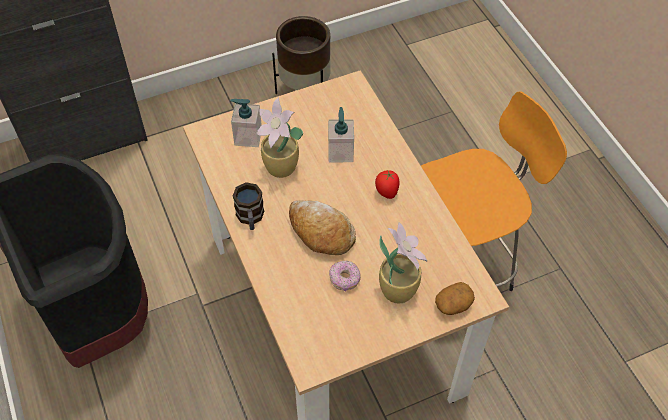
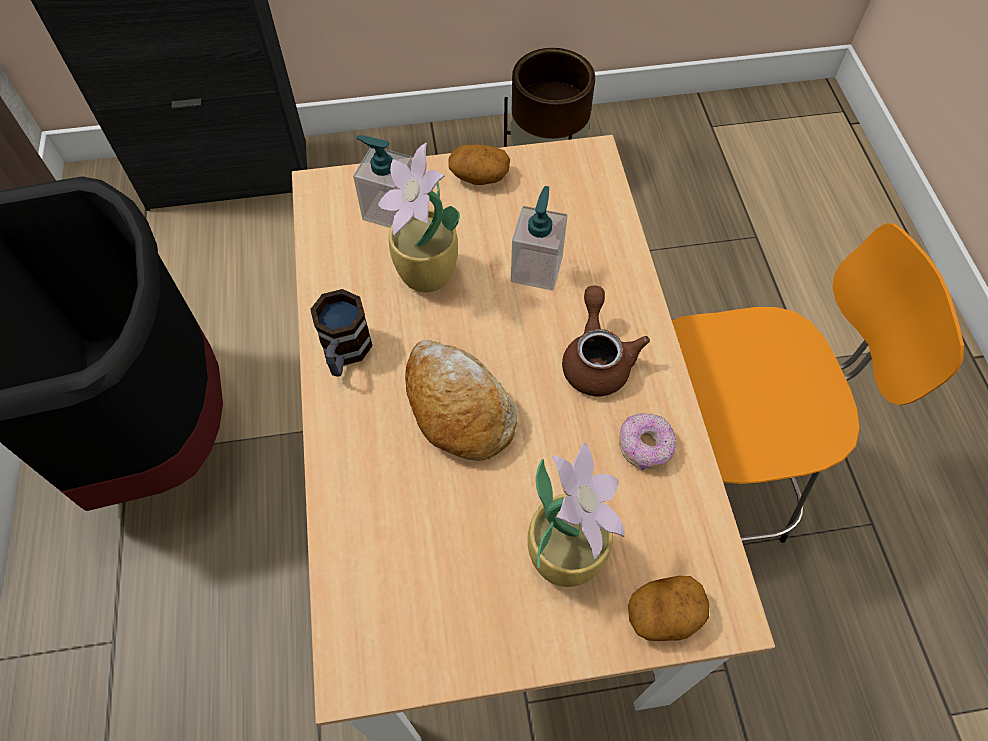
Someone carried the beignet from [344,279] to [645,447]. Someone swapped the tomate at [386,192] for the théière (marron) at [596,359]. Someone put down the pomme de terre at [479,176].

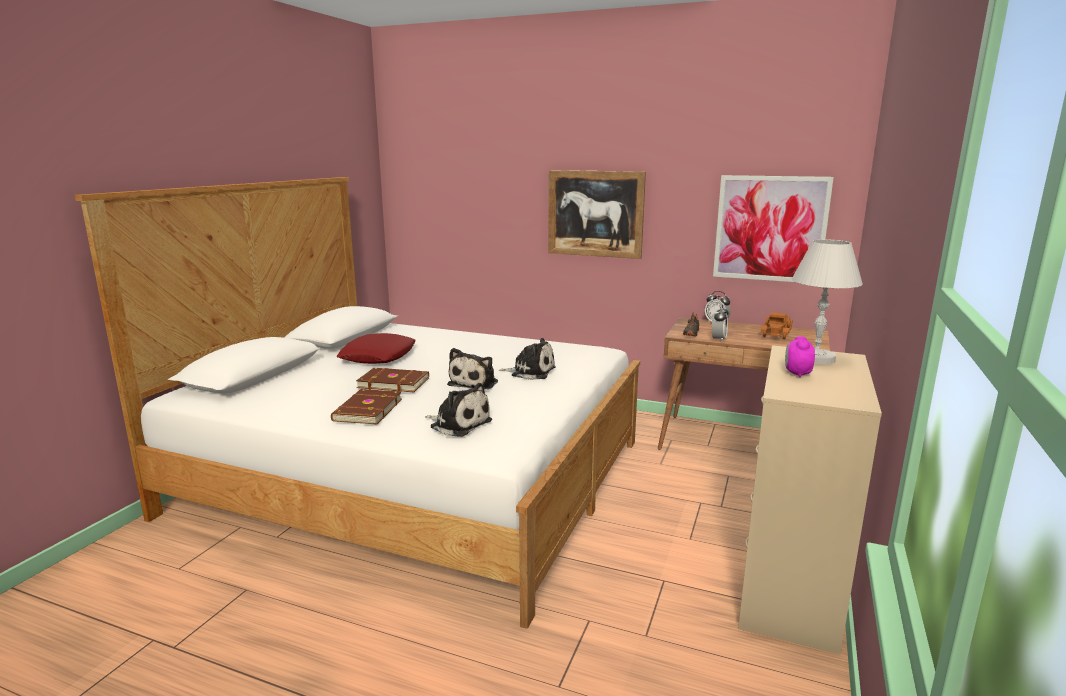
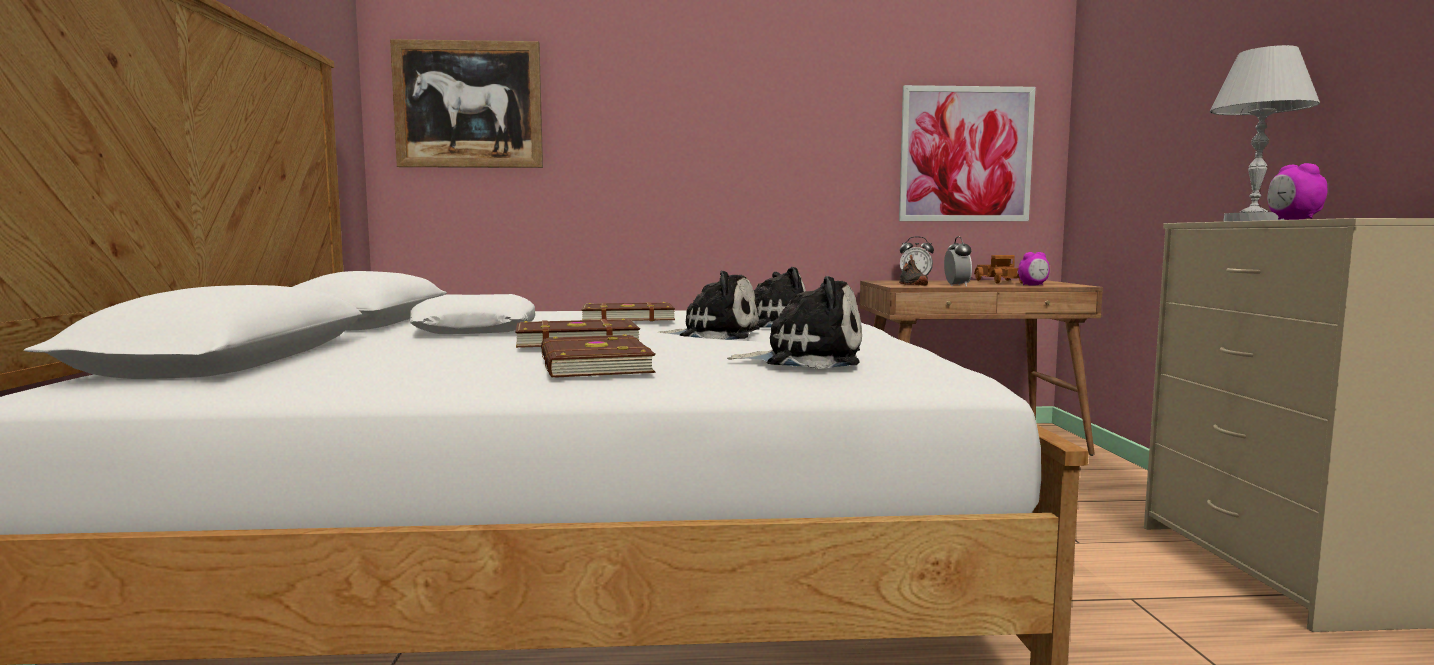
Someone repainted the coussin (rouge) at [378,356], which became the coussin (blanc) at [475,329]. Someone rotated the peluche at [475,383] by 75 degrees counterclockwise. Someone carried the tableau from [595,214] to [468,105]. Someone put down the livre (marron) at [627,317]. Someone put down the réveil at [1033,285].

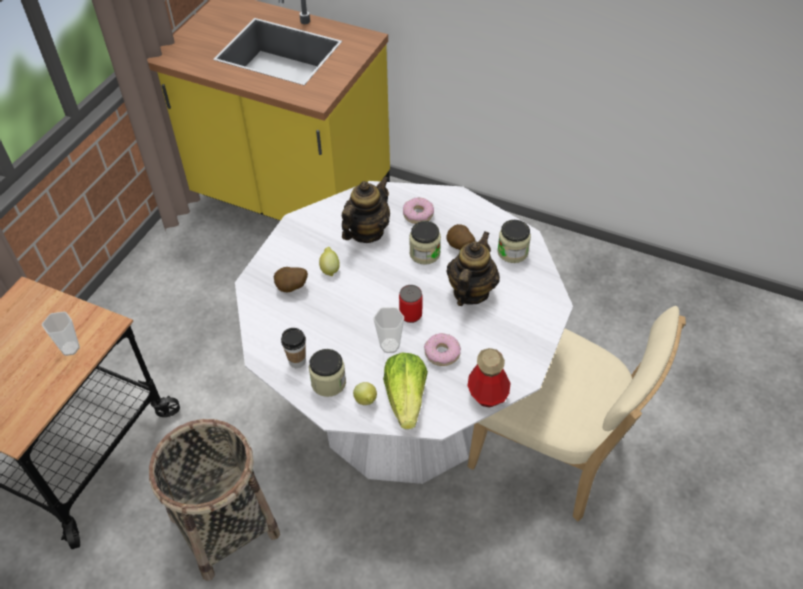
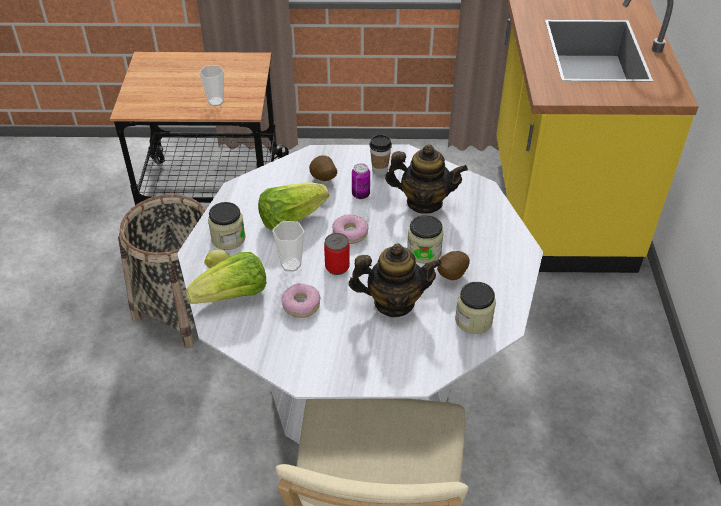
Someone carried the tasse from [297,361] to [380,170]. Someone swapped the citron at [330,269] for the boîte métallique at [360,194]. Someone carried the beignet from [418,214] to [350,233]. Someone took away the bouteille at [487,394]. Someone put down the laitue at [291,219].

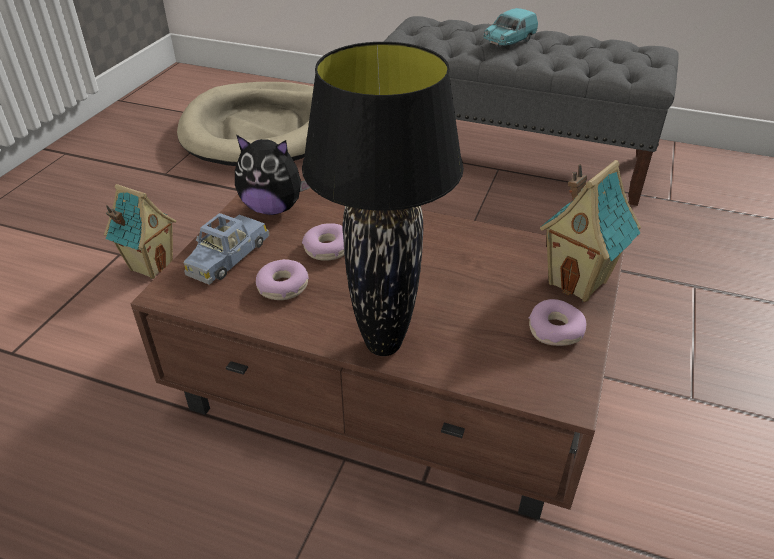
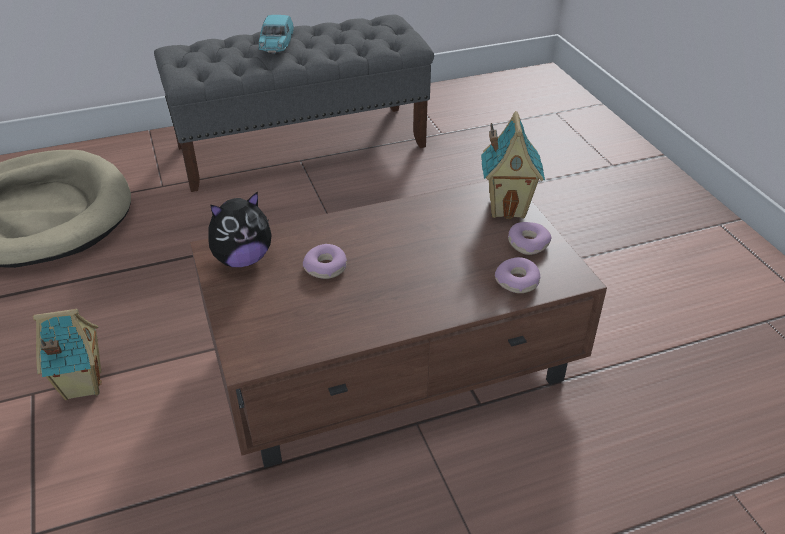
Someone took away the petite voiture (bleu) at [228,257]. Someone carried the beignet from [283,287] to [517,281]. Someone took away the lampe de table (noir) at [383,345].

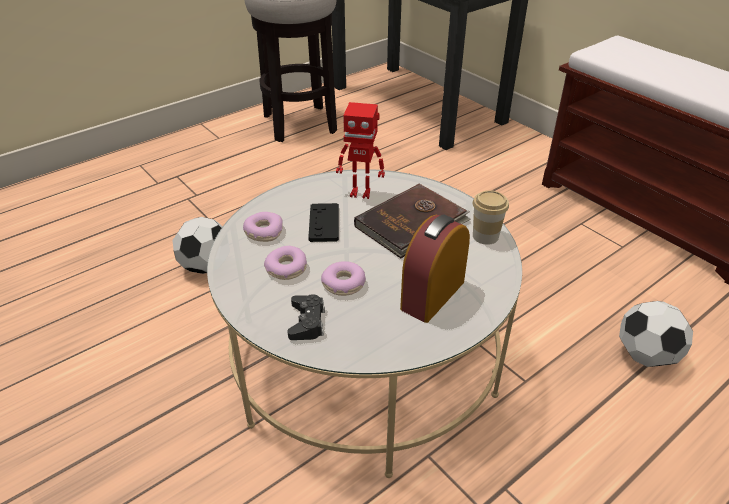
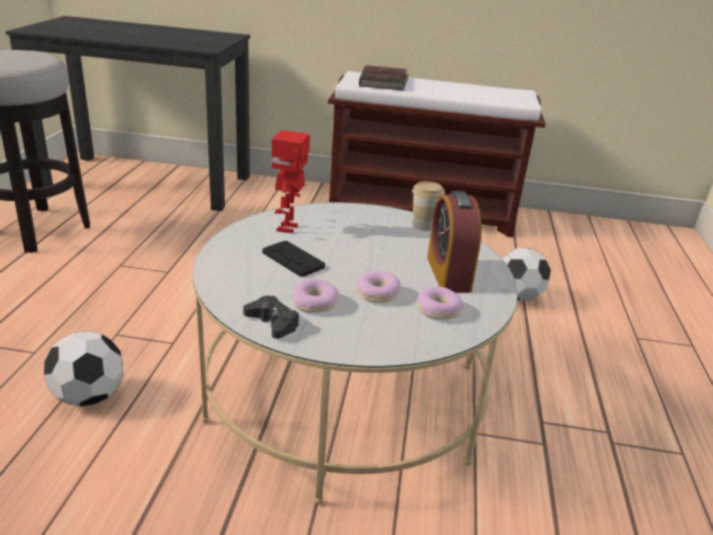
Someone carried the beignet from [263,232] to [438,310]. Someone carried the manette (noir) from [307,322] to [273,323]. Someone rotated the robot jouet at [361,193] by 135 degrees clockwise. Someone carried the livre (marron) from [412,224] to [384,81].

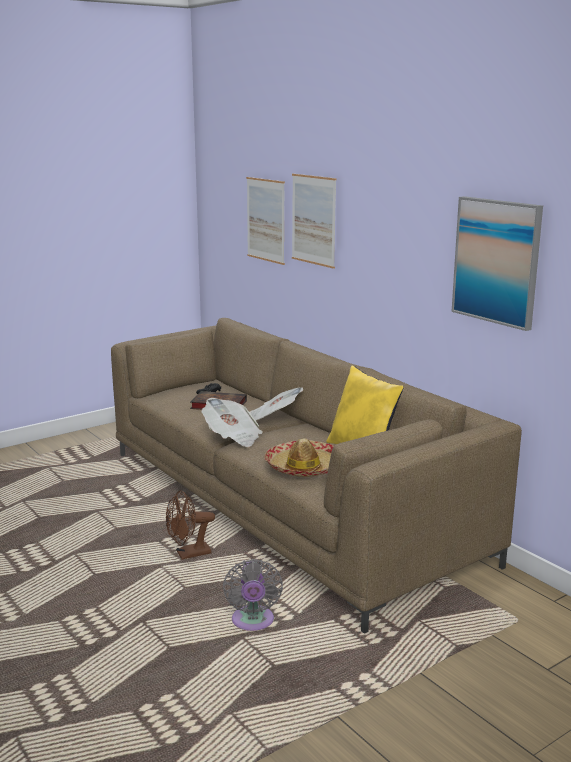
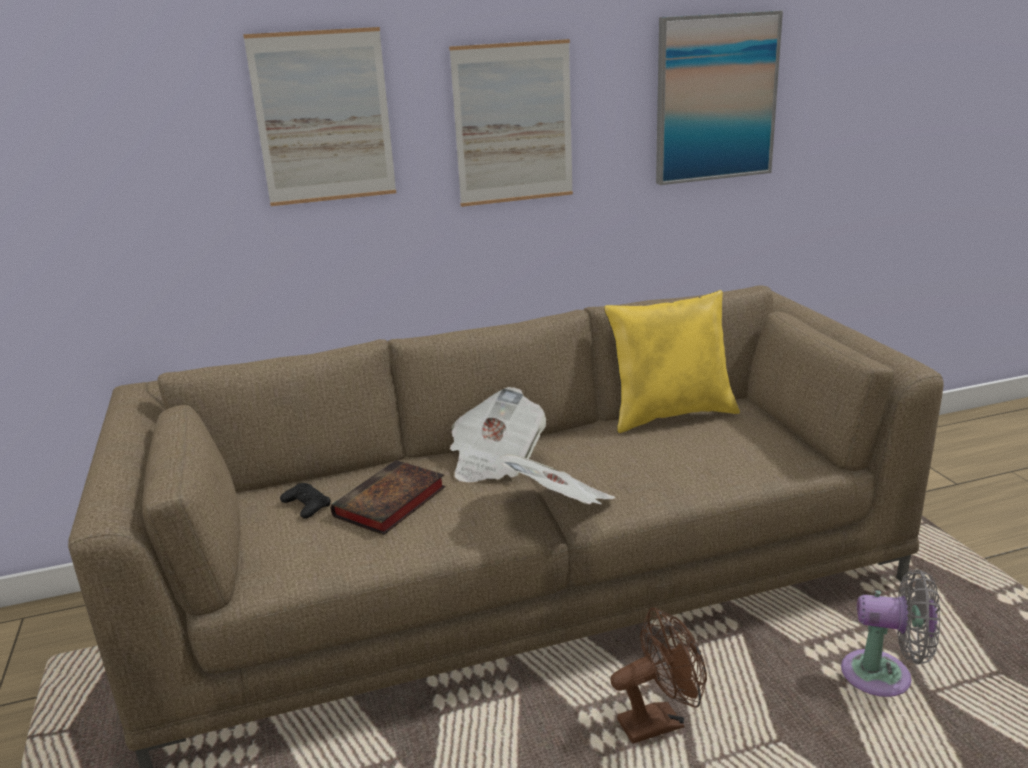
Someone rotated the ventilateur (marron) at [188,554] by 105 degrees counterclockwise. Someone carried the tableau from [265,220] to [513,124]. Someone took away the chapeau at [304,467].

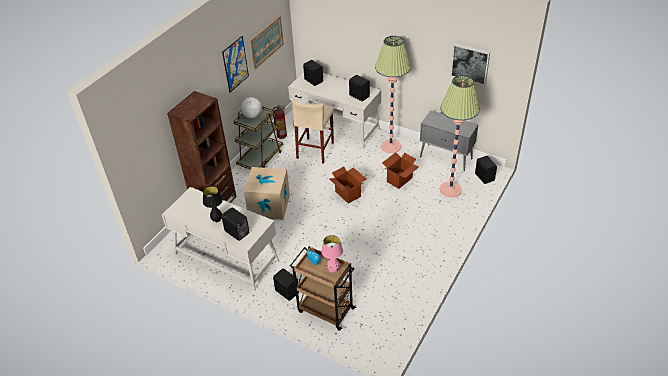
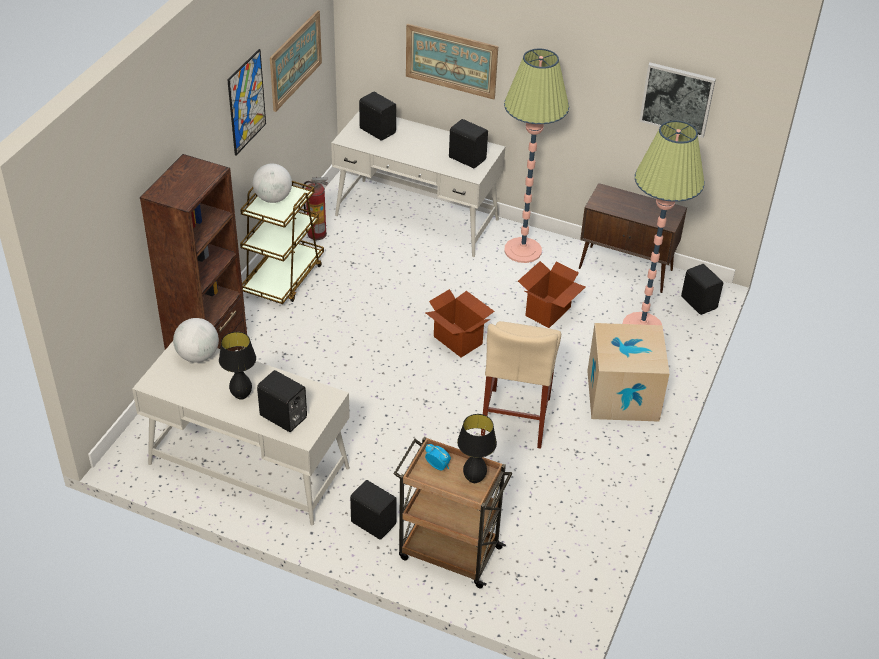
Someone carried the carton from [269,205] to [622,395]. Someone carried the tabouret (beige) from [315,150] to [516,417]. Someone repainted the lampe de table (rose) at [333,270], which became the lampe de table (noir) at [474,479]. Someone repainted the meuble de rangement (gris) at [446,158], which became the meuble de rangement (marron) at [626,269]. Someone put down the globe at [198,356]. Someone put up the tableau at [451,61].

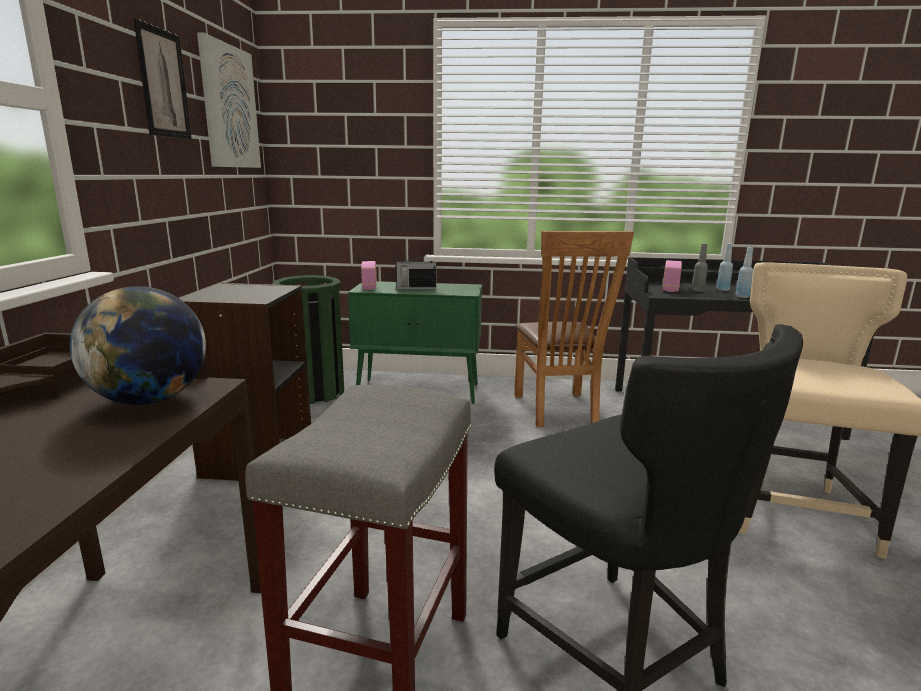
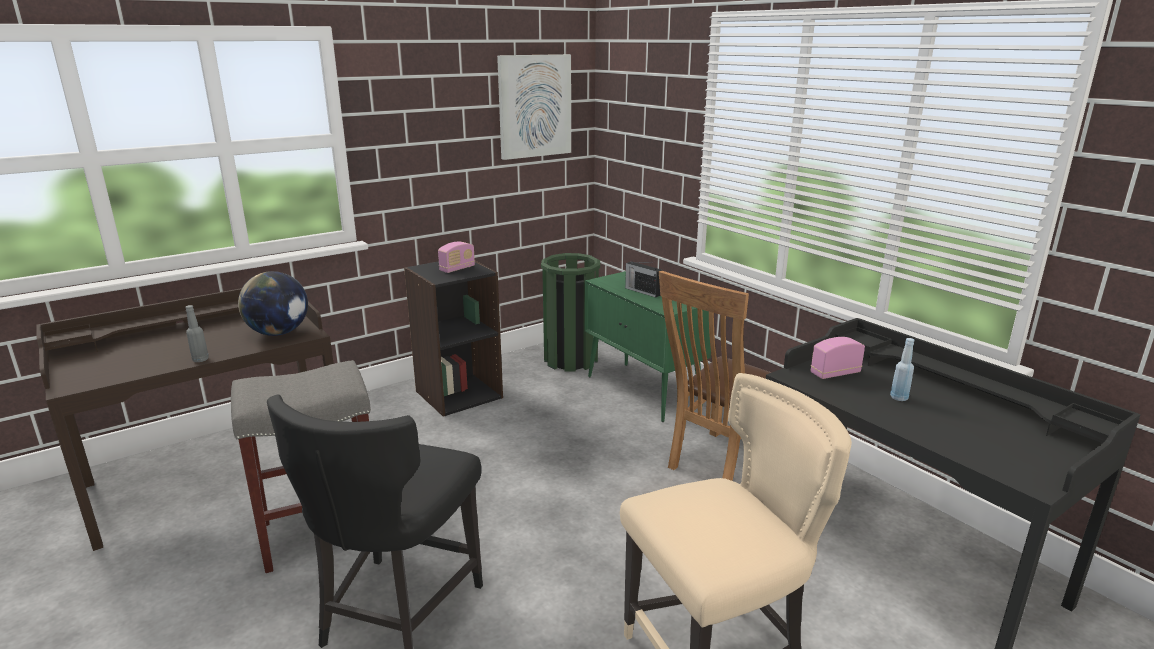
Someone took away the tableau at [163,83]. Someone carried the radio from [369,287] to [457,269]. Someone carried the bouteille (gris) from [697,291] to [200,359]. Someone took away the bouteille (bleu) at [742,297].

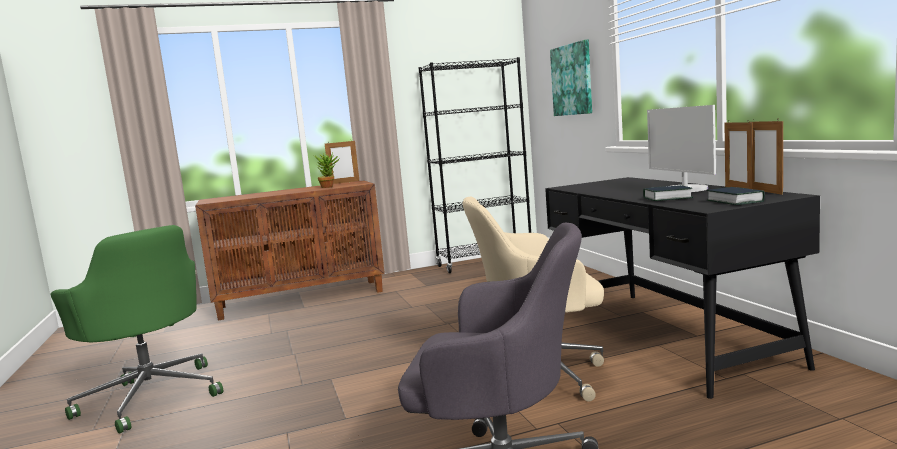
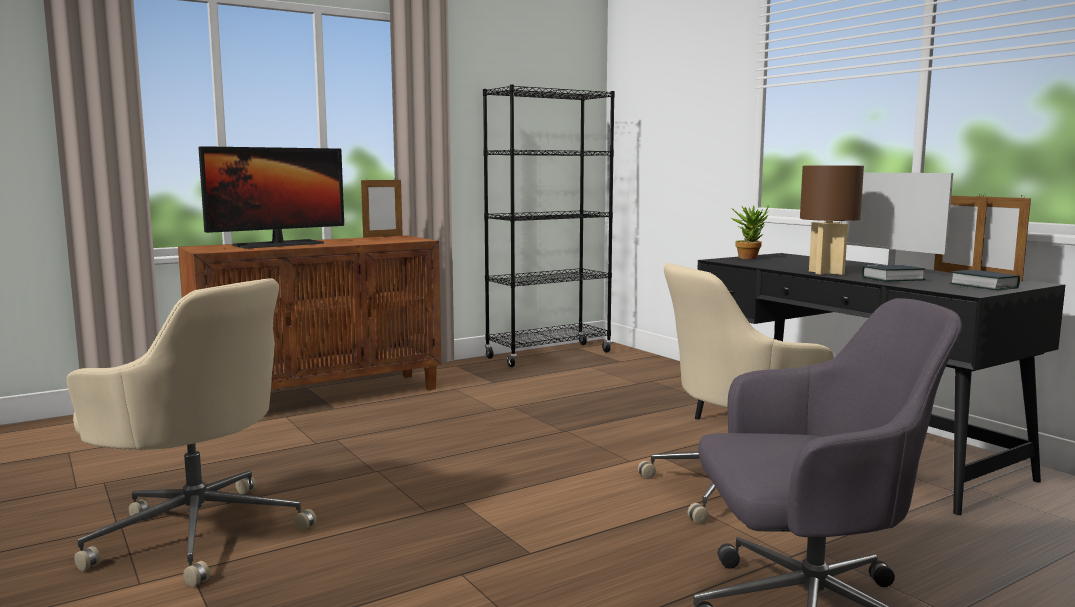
Someone repainted the chaise de bureau (vert) at [151,396], which became the chaise de bureau (beige) at [198,533]. Someone carried the plante en pot from [329,186] to [749,257]. Someone took away the tableau at [572,80]. Someone put down the écran d'ordinateur at [278,244]. Someone put down the lampe de table (marron) at [825,272].

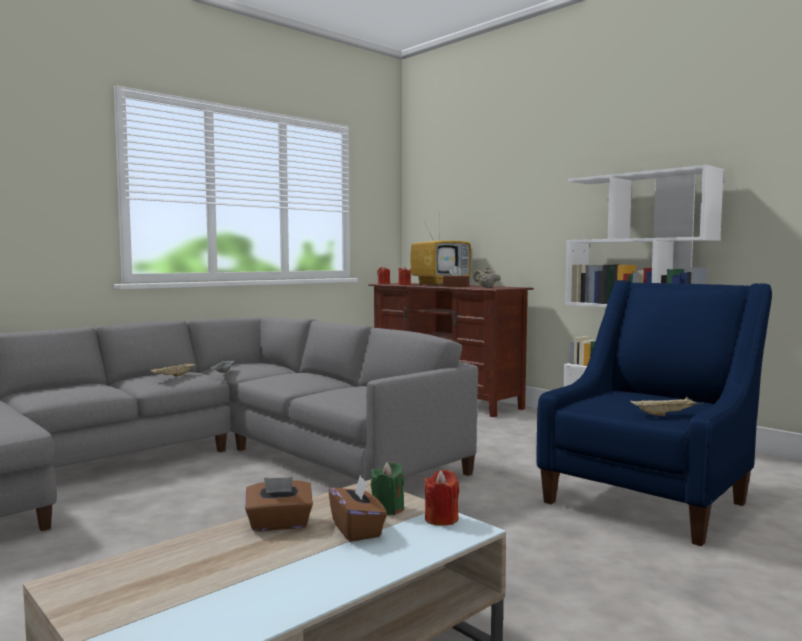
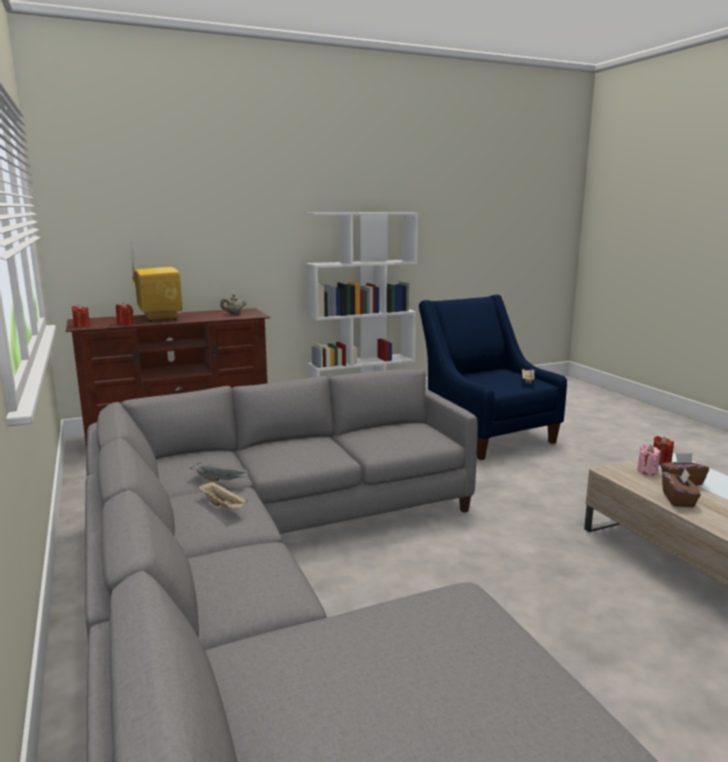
Someone repainted the bougie (vert) at [388,509], which became the bougie (rose) at [647,471]. Someone took away the boîte à mouchoirs (marron) at [456,286].

